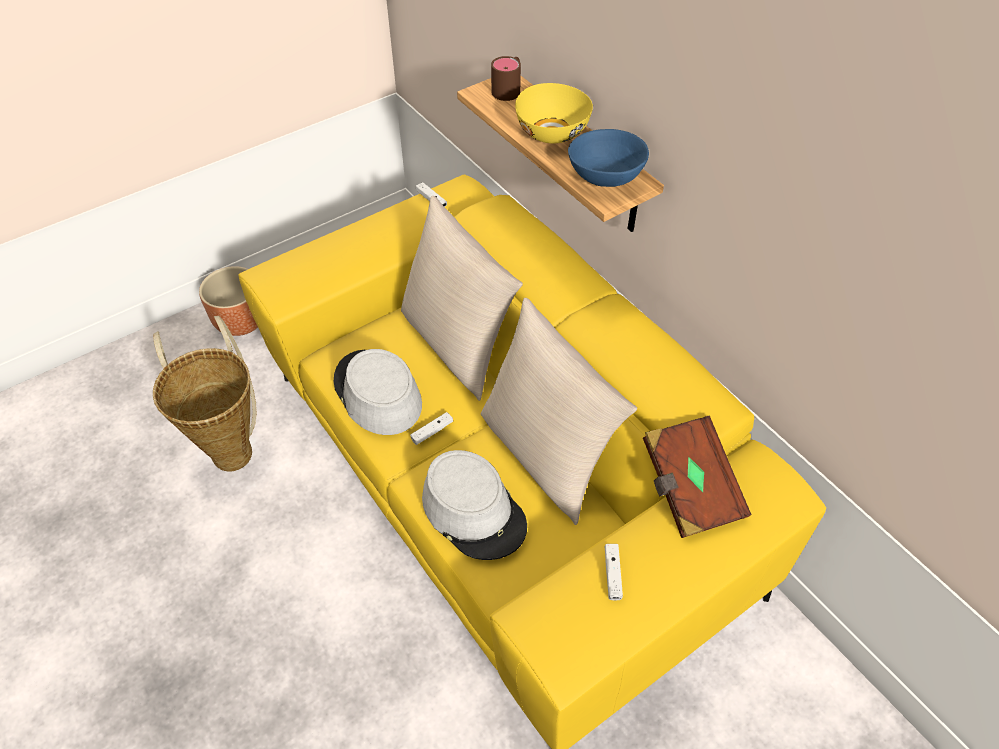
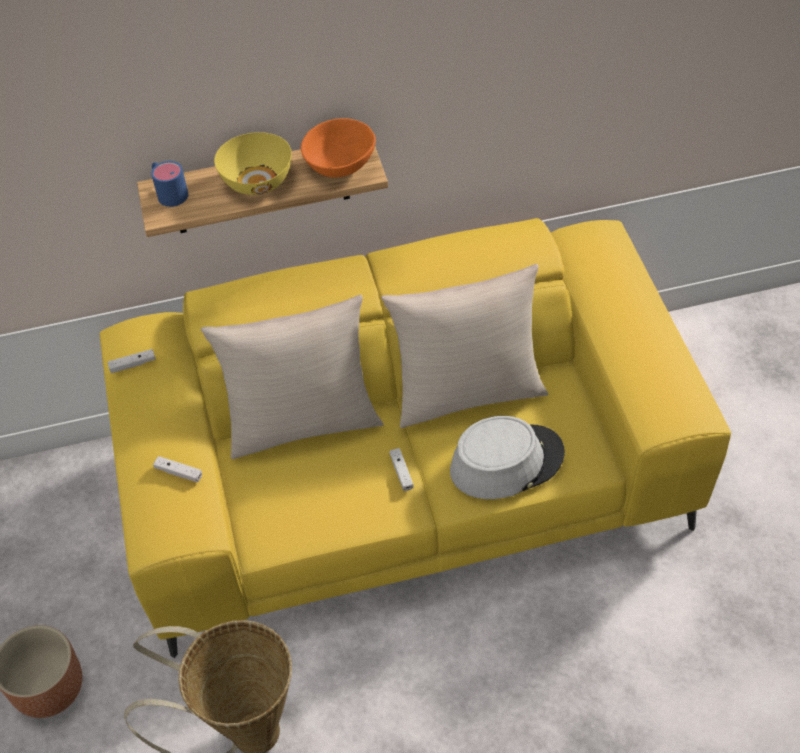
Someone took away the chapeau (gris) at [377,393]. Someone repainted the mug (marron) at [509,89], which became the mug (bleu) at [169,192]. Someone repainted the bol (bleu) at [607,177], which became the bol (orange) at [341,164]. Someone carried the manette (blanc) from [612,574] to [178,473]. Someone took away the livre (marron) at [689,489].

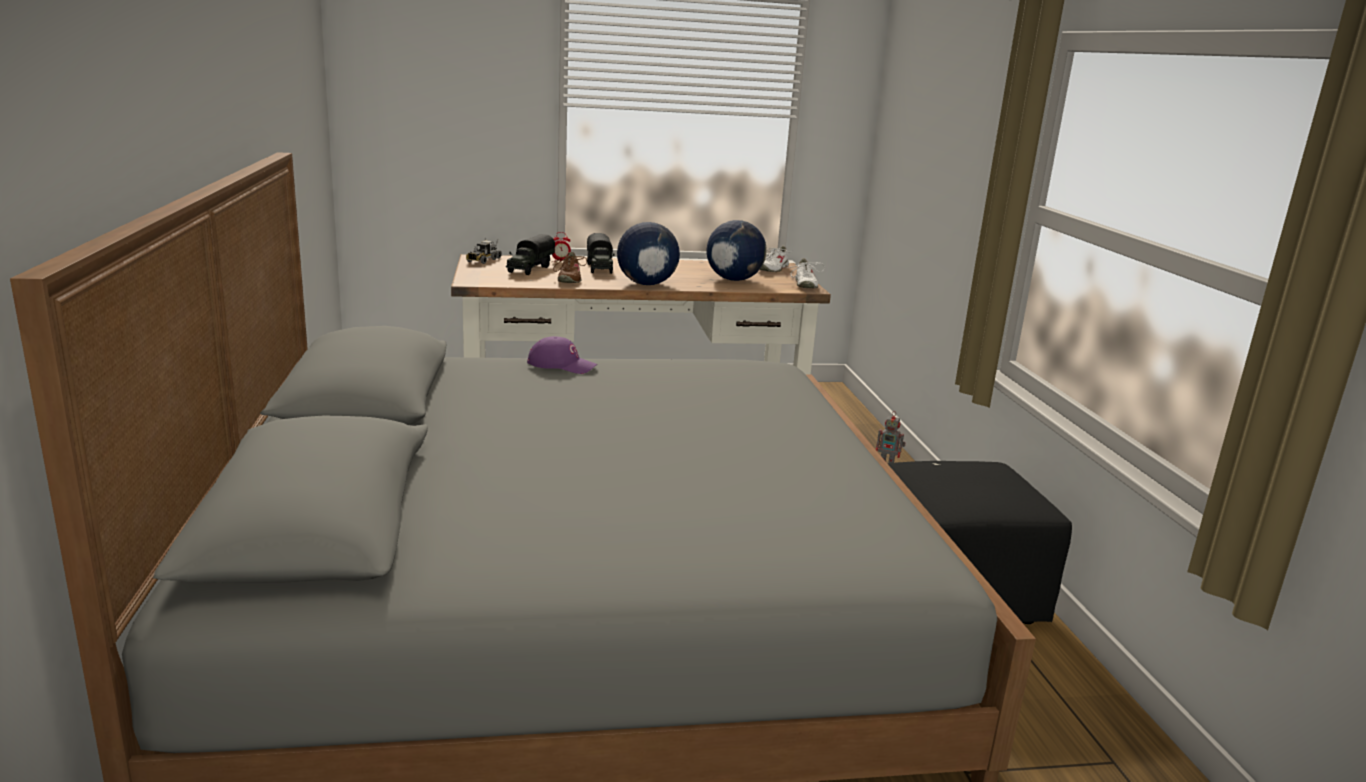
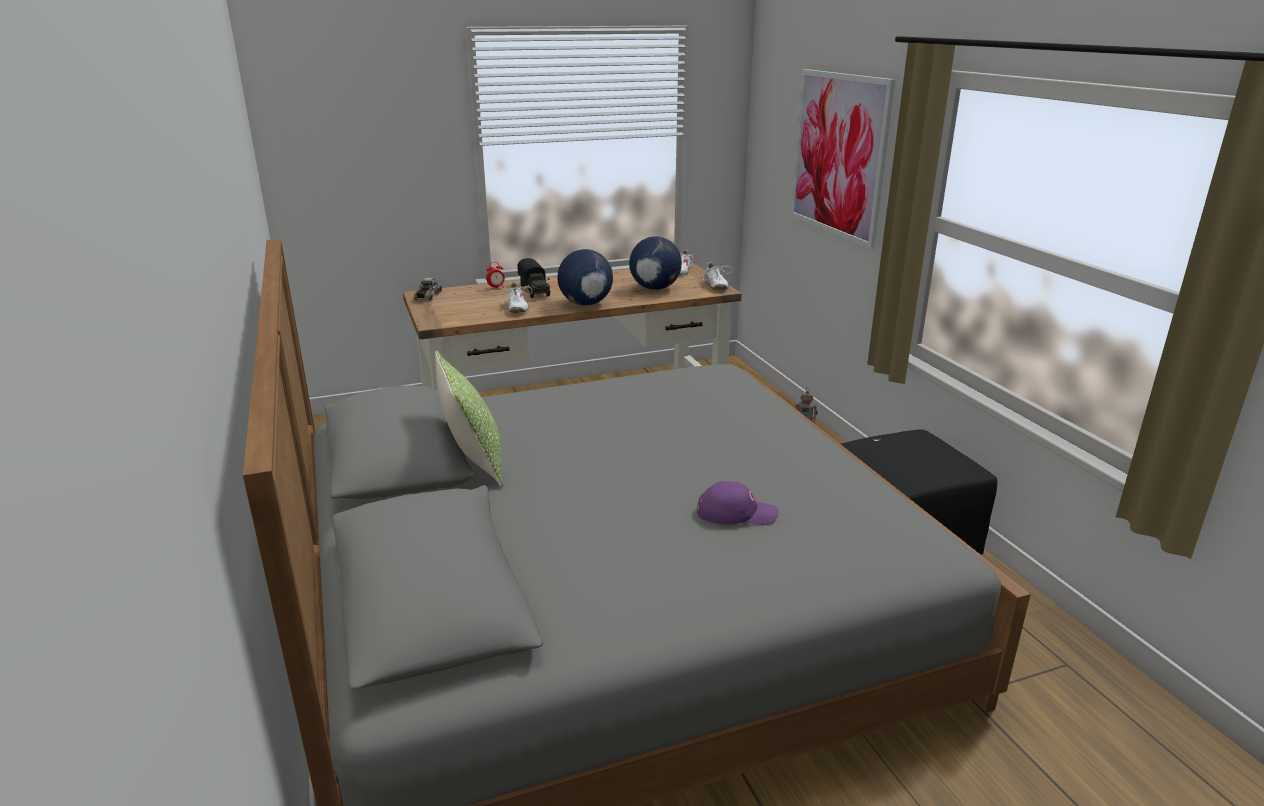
Someone took away the camion jouet at [529,269]. Someone carried the casquette (violet) from [562,365] to [736,513]. Someone repainted the chaussure (marron) at [569,279], which became the chaussure (blanc) at [516,308]. Someone put down the coussin at [473,463]. Someone put up the tableau at [838,155].

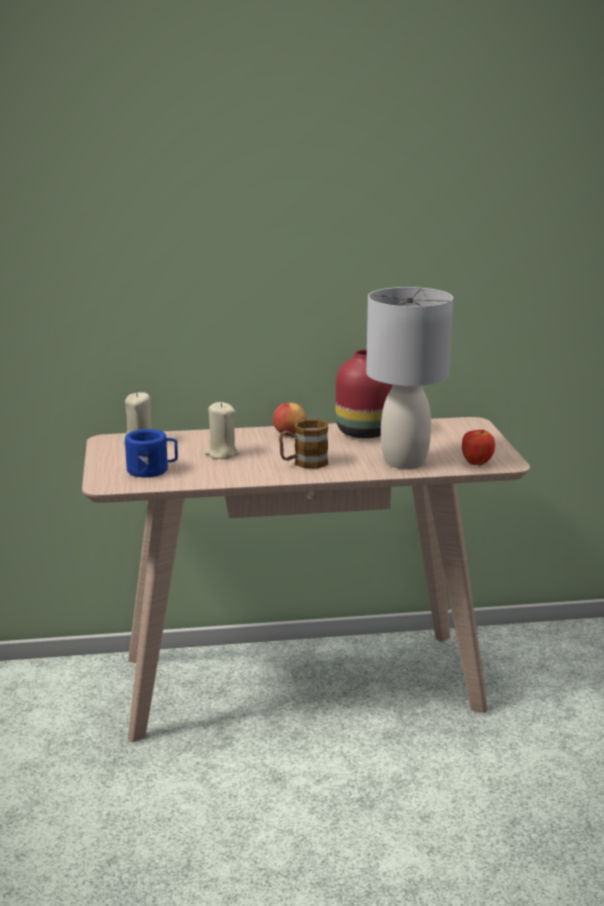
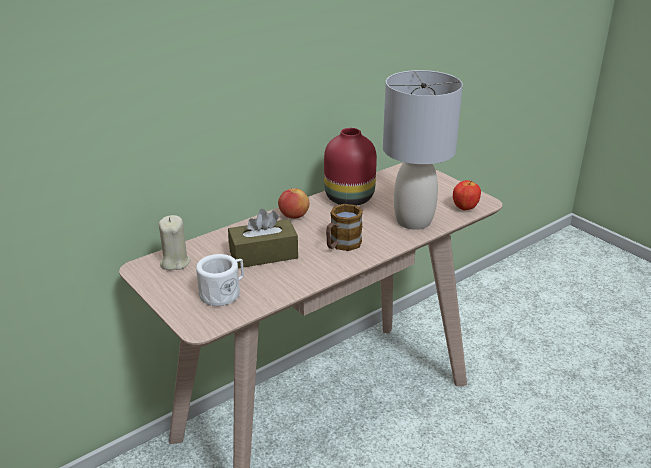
Someone repainted the mug (bleu) at [152,470], which became the mug (blanc) at [224,293]. Someone swapped the bougie (beige) at [222,454] for the boîte à mouchoirs (marron) at [263,255].

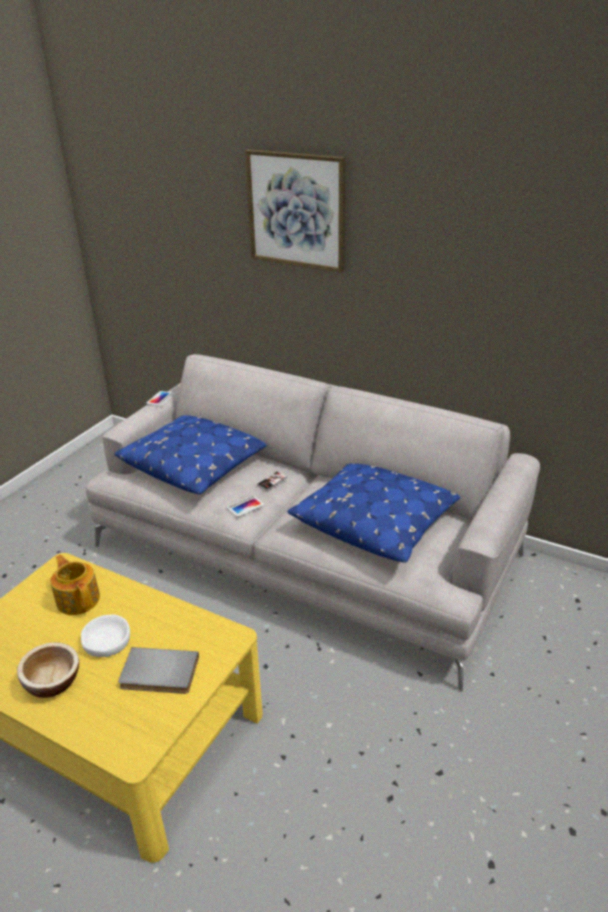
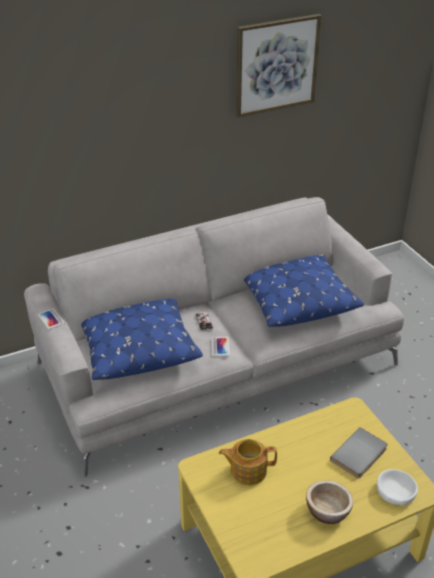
Someone carried the bol (blanc) from [107,641] to [395,491]. Someone carried the tableau from [296,210] to [276,65].

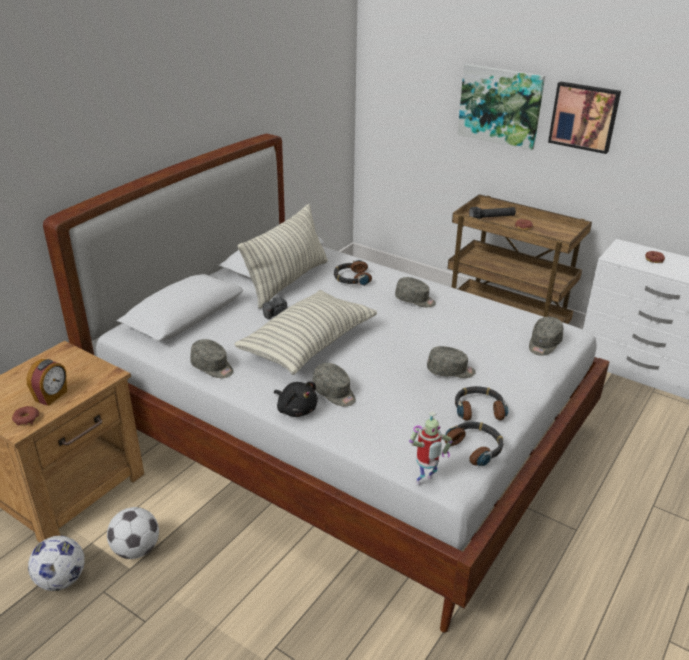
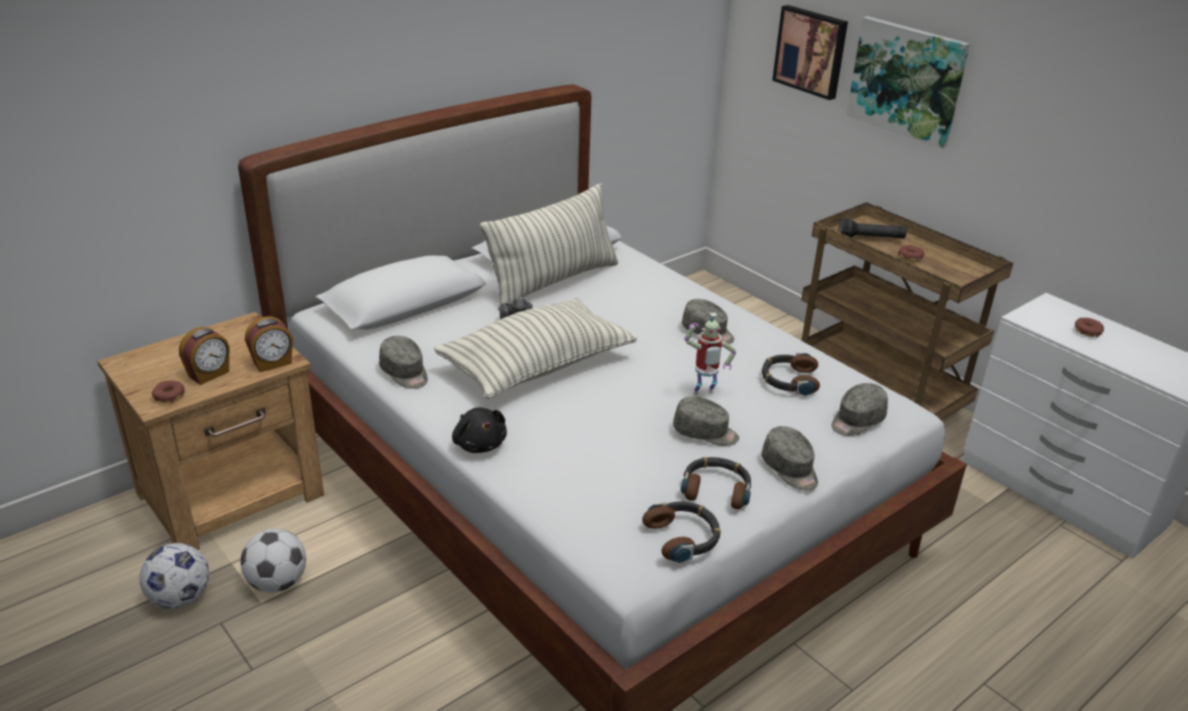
Someone carried the casquette (gris) from [334,393] to [790,469]. Someone carried the casque audio from [351,278] to [789,380]. Someone carried the robot jouet from [425,482] to [703,394]. Someone carried the tableau from [584,116] to [811,51]. Someone put down the réveil at [272,363].

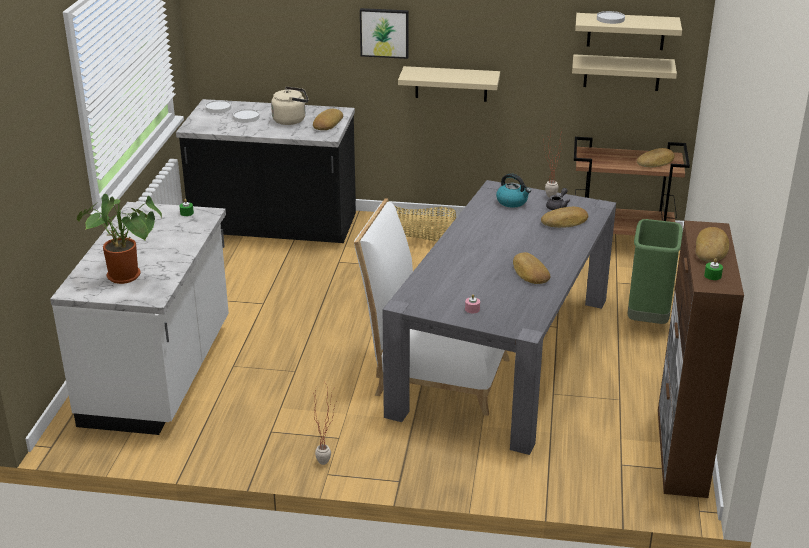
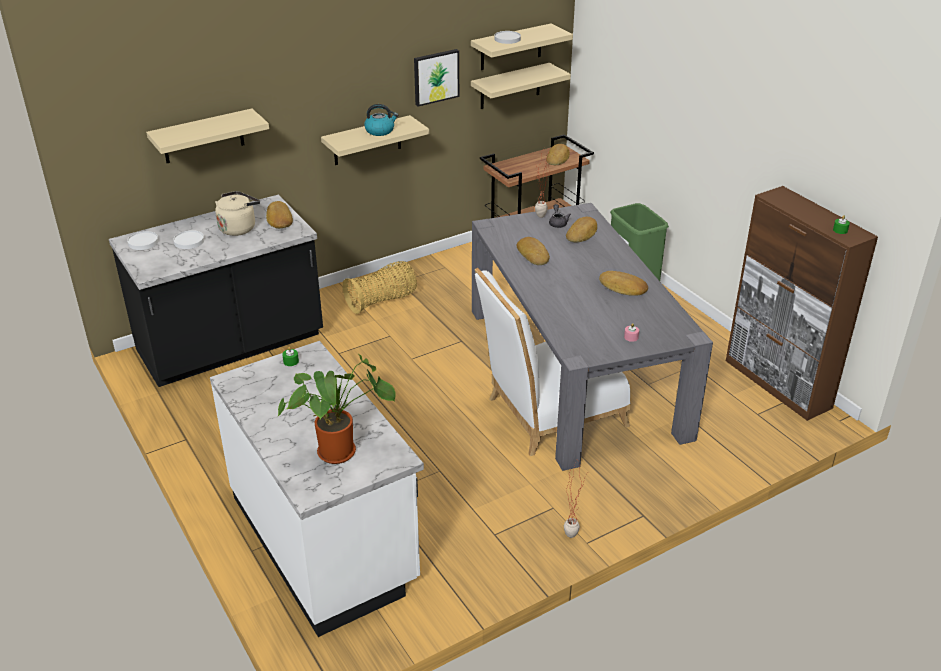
Someone carried the tableau from [384,32] to [435,77]. Someone carried the bouilloire from [512,202] to [380,131]. Someone carried the pain from [712,249] to [533,254]. Someone put up the étagère (beige) at [203,136].

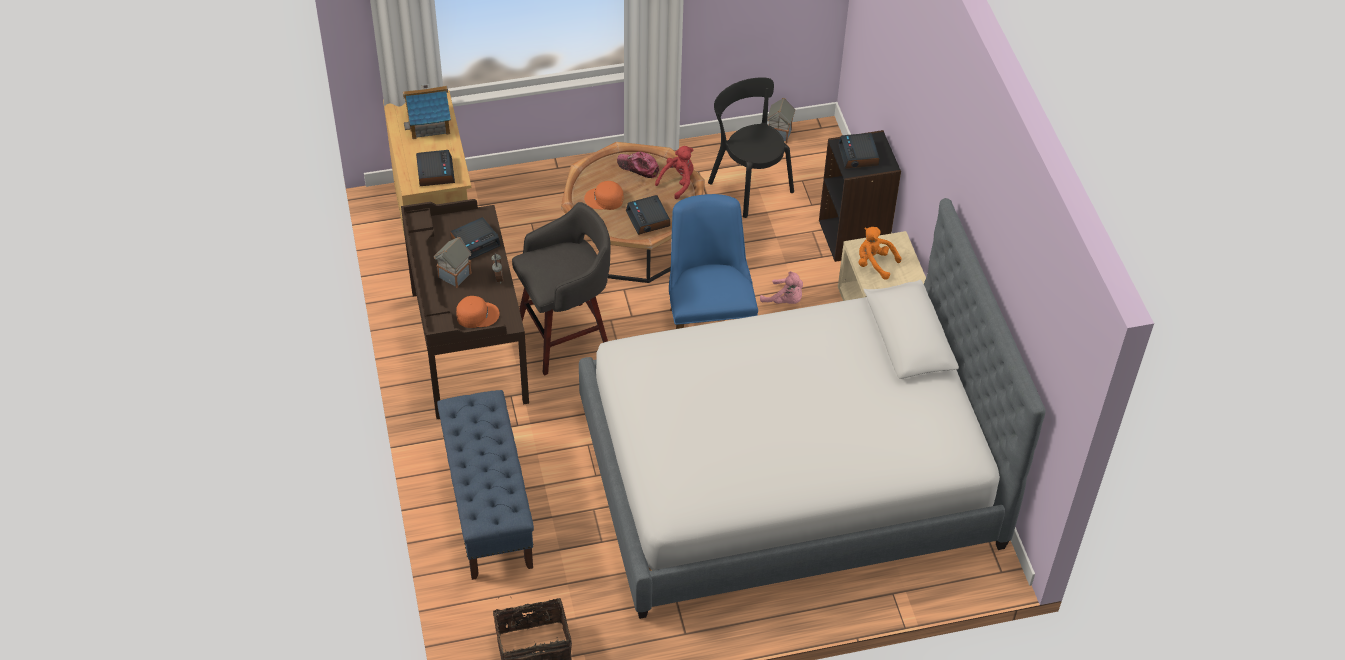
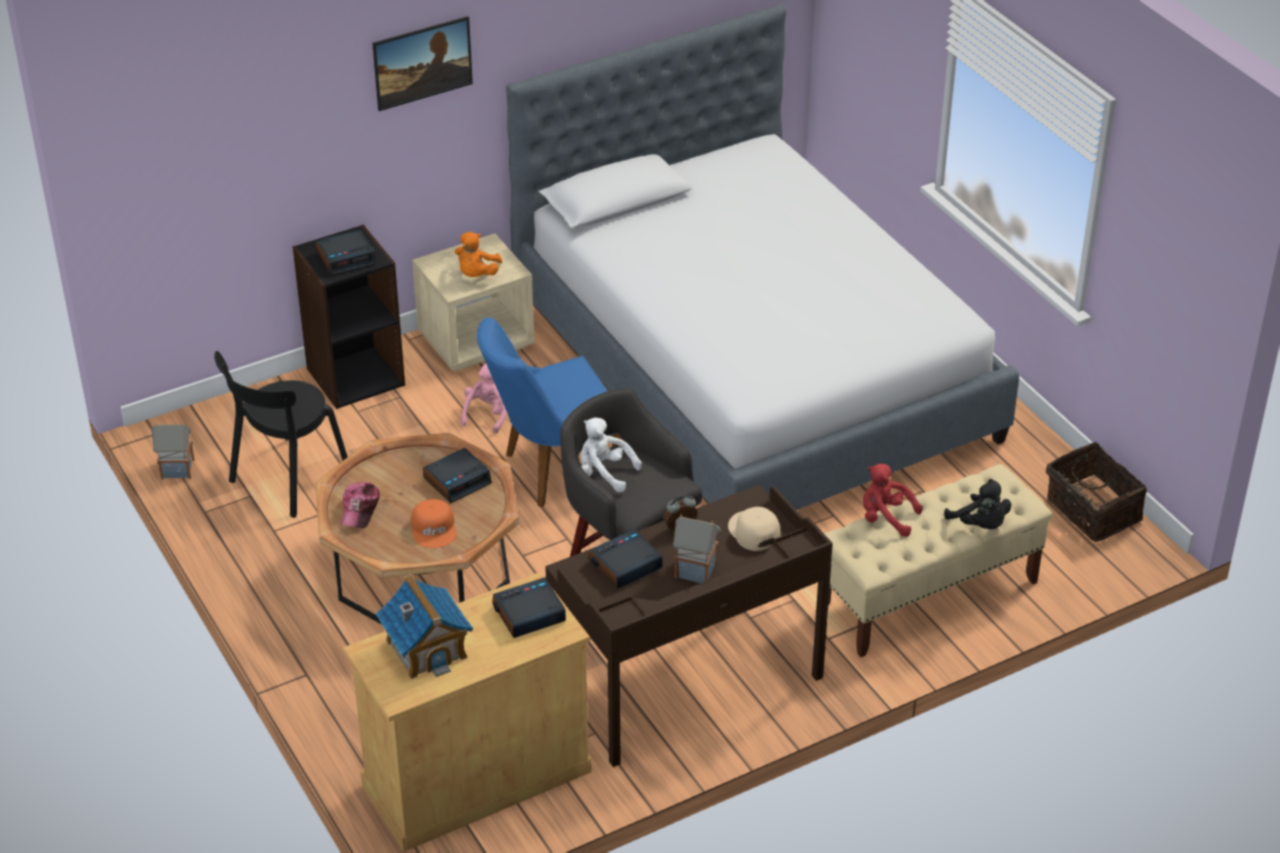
Someone repainted the banc (bleu) at [488,505], which became the banc (beige) at [927,595]. Someone rotated the réveil at [475,242] by 75 degrees counterclockwise. Someone repainted the casquette (orange) at [477,314], which became the casquette (beige) at [753,532]. Someone carried the peluche (rouge) from [678,182] to [885,518]. Someone put up the tableau at [424,79]. Someone put down the peluche (blanc) at [604,473]. Someone put down the peluche (noir) at [980,525].

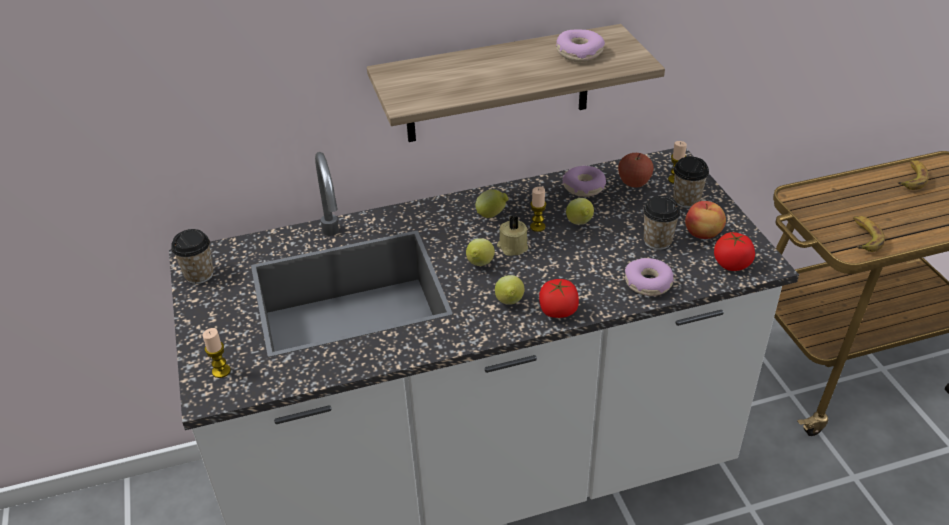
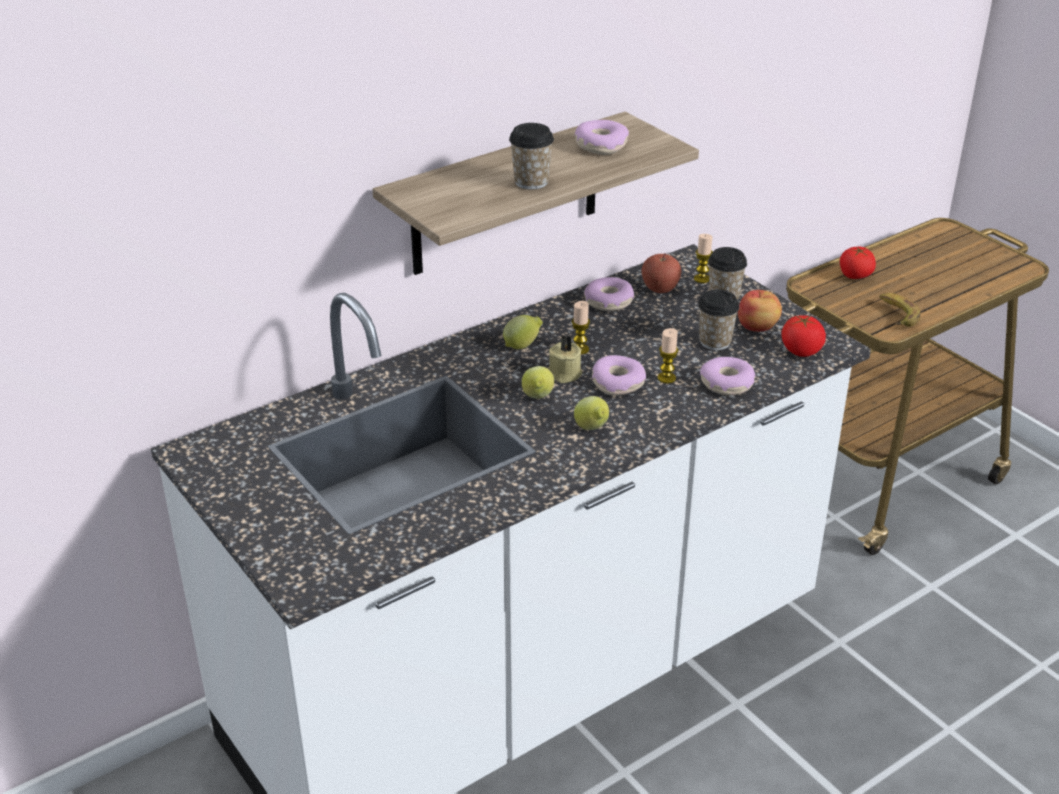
Someone carried the tasse from [199,275] to [531,182]. Someone carried the bougie from [221,371] to [666,378]. Someone carried the tomate from [558,311] to [855,275]. Someone took away the citron at [579,224]. Someone took away the banane at [911,178]. Someone put down the beignet at [618,383].

